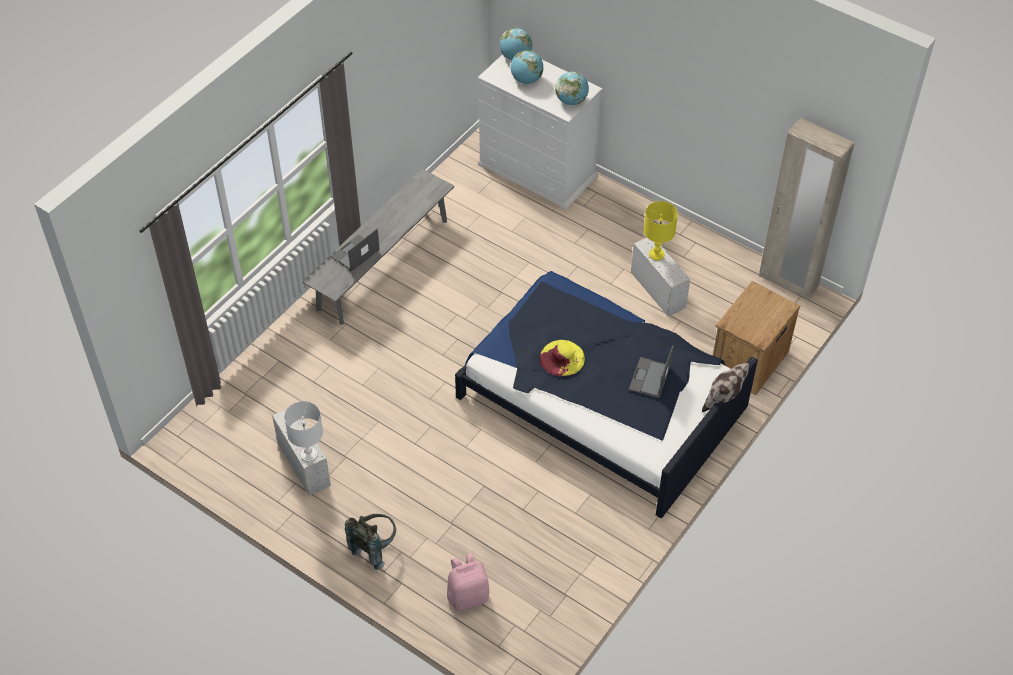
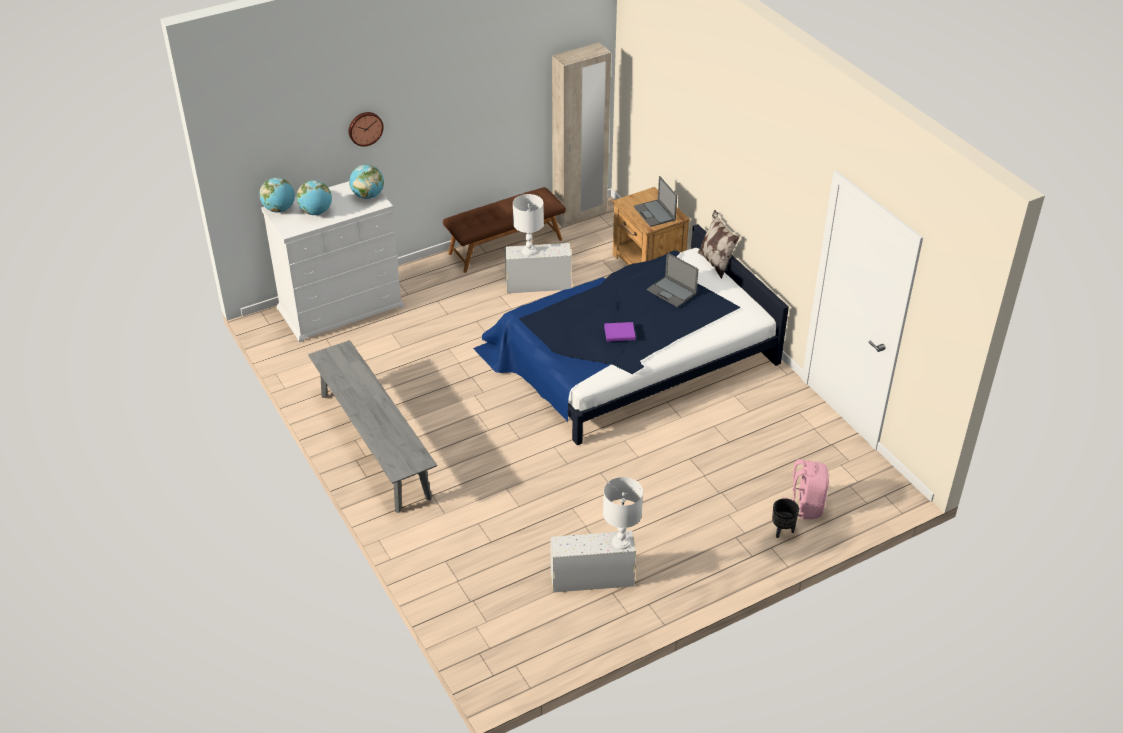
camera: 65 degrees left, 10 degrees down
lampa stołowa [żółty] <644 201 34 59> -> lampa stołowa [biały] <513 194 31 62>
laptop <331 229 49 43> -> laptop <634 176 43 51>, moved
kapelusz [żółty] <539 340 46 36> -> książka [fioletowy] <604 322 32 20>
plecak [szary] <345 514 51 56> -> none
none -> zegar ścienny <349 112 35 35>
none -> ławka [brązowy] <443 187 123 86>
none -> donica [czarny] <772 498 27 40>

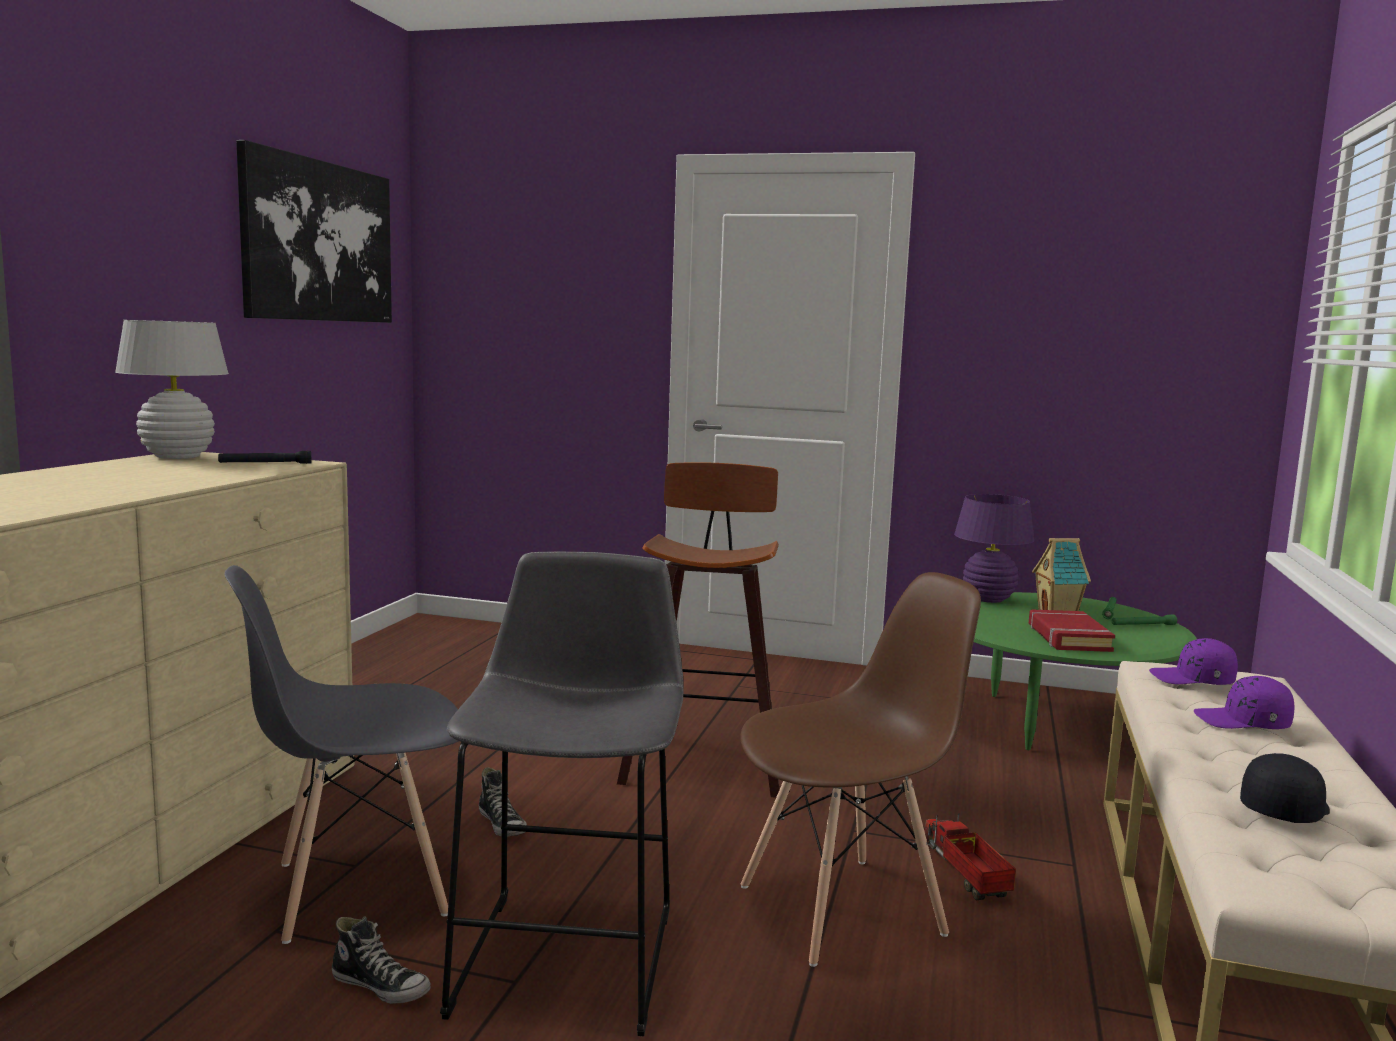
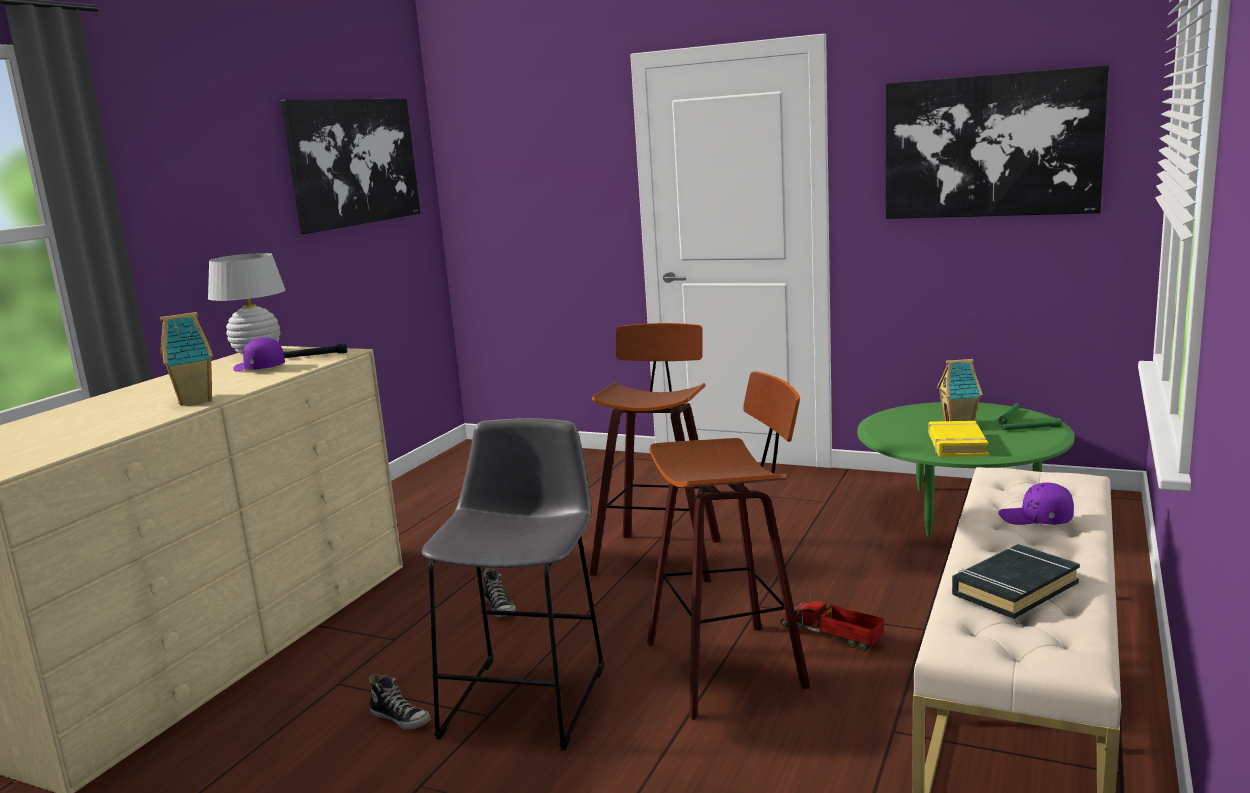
camera: 10 degrees right, 5 degrees up
lampa stołowa [fioletowy] <954 494 80 109> -> none
krzesło [szary] <224 565 234 379> -> none
krzesło [brązowy] <740 572 241 395> -> stołek <647 371 164 349>
książka [czerwony] <1029 610 86 42> -> książka [żółty] <928 421 60 36>
czapka z daszkiem [fioletowy] <1149 638 89 47> -> czapka z daszkiem [fioletowy] <233 337 52 35>, moved
czapka z daszkiem [czarny] <1240 753 90 70> -> książka [czarny] <952 544 128 75>
ciężarówka zabawkowa <924 813 92 87> -> ciężarówka zabawkowa <780 595 104 56>, 45 degrees counterclockwise
none -> obraz <886 65 223 154>
none -> domek <160 312 53 94>

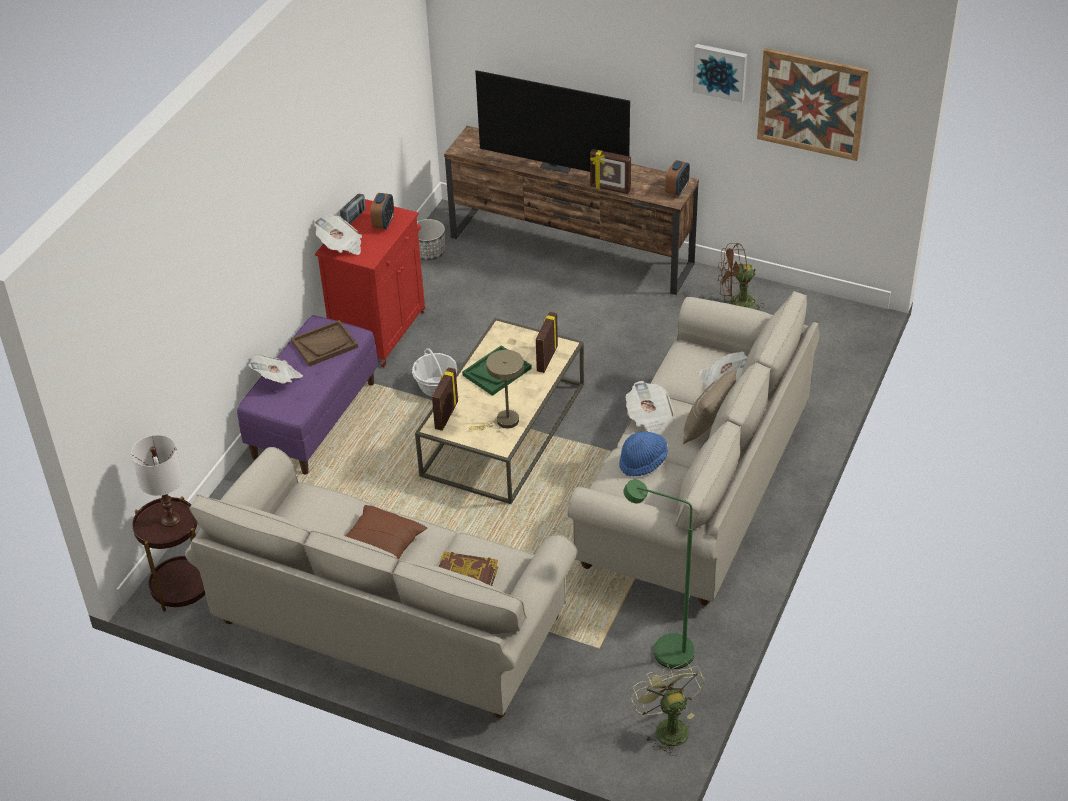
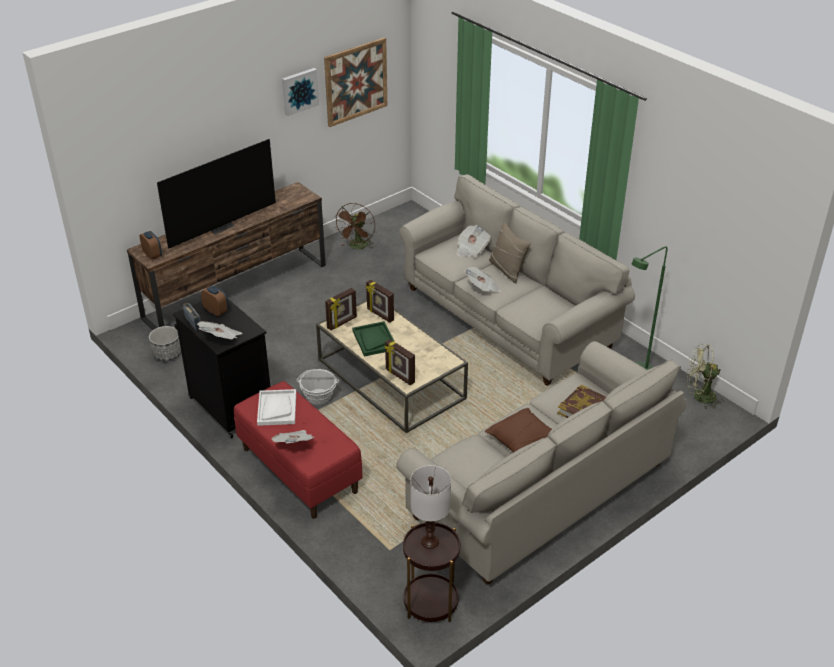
camera: 65 degrees left, 5 degrees down
ramka na zdjęcie <590 149 41 45> -> ramka na zdjęcie <325 288 32 43>, moved
budzik <665 160 25 36> -> budzik <140 231 22 29>, moved
szafka [czerwony] <315 199 111 168> -> szafka [czarny] <173 299 98 139>
ławka [fioletowy] <237 315 141 159> -> ławka [czerwony] <234 381 128 138>
taca [brązowy] <291 320 67 47> -> taca [biały] <257 389 39 37>
lampa stołowa [beżowy] <469 350 55 80> -> none
kapelusz [niebieski] <619 431 49 45> -> none

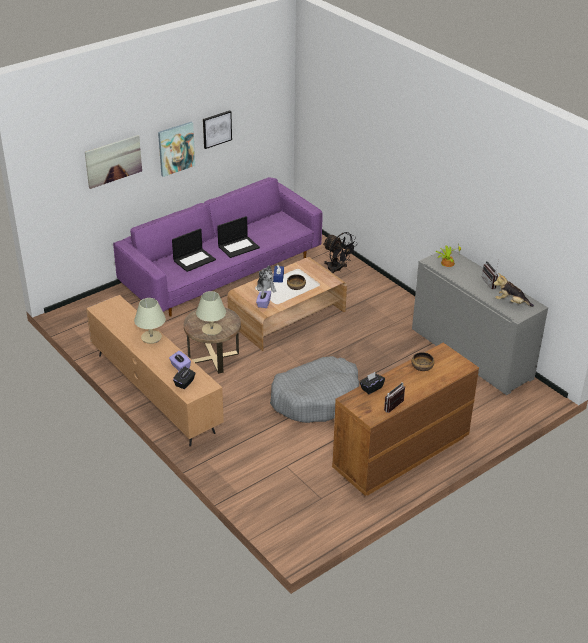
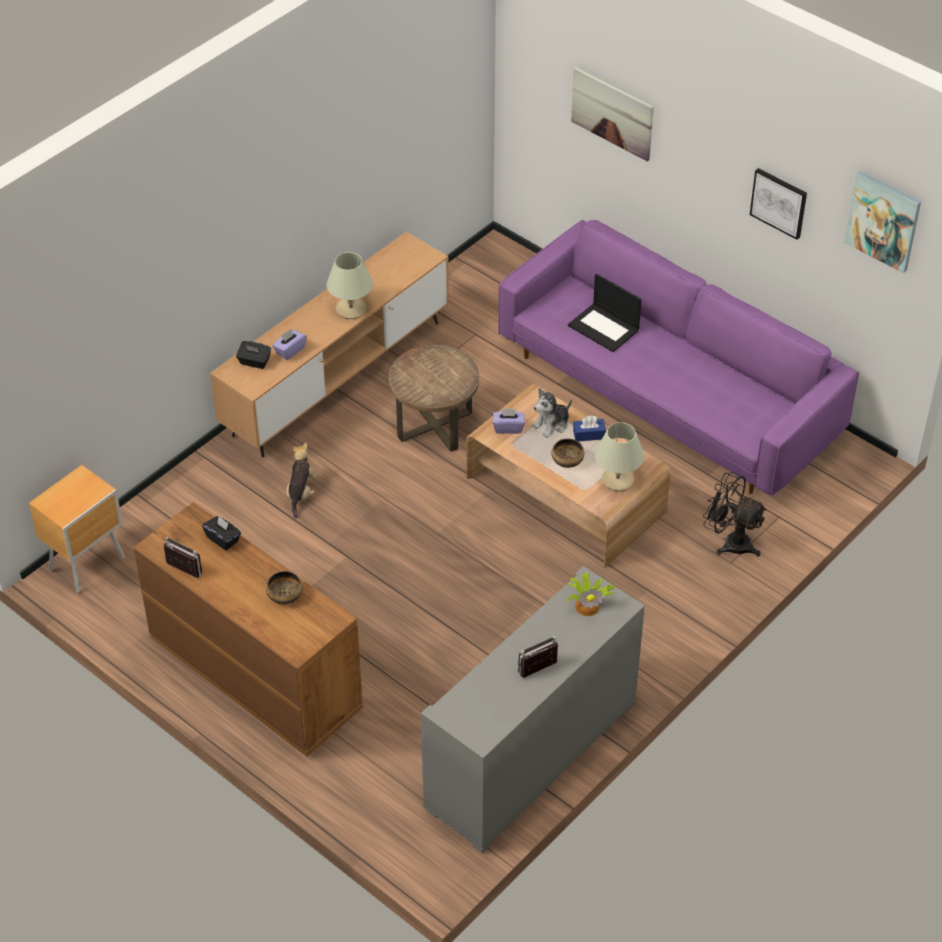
camera: 80 degrees right, 10 degrees up
obraz <158 122 37 55> -> obraz <844 171 77 102>, moved
laptop <217 216 43 42> -> none
wentylator [czarny] <323 232 35 41> -> wentylator [czarny] <703 472 64 85>, 90 degrees clockwise
pluszak <493 273 41 34> -> pluszak <286 442 30 77>, moved
lampa stołowa [beżowy] <196 291 30 45> -> lampa stołowa [beżowy] <595 422 49 69>, moved
legowisko [szary] <270 356 89 67> -> none
none -> szafka nocna [brązowy] <29 465 96 128>

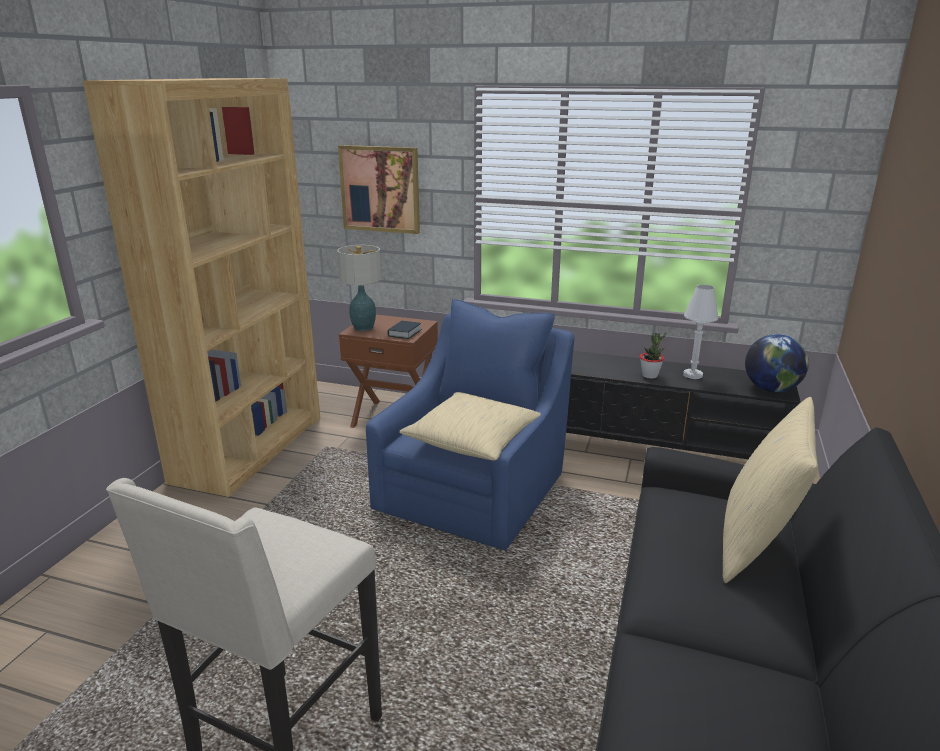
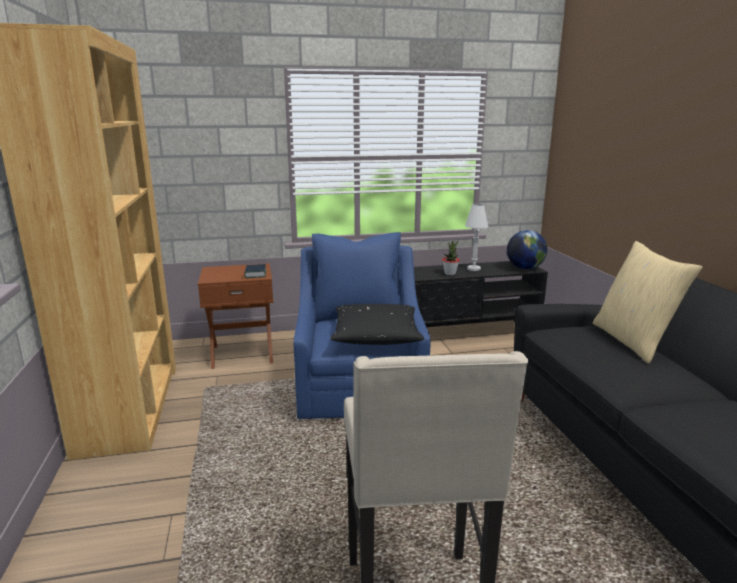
camera: 30 degrees left, 5 degrees down
obraz <338 145 82 89> -> none
lampa stołowa <337 245 45 86> -> none
poduszka [beżowy] <399 392 142 69> -> poduszka [czarny] <330 304 94 41>

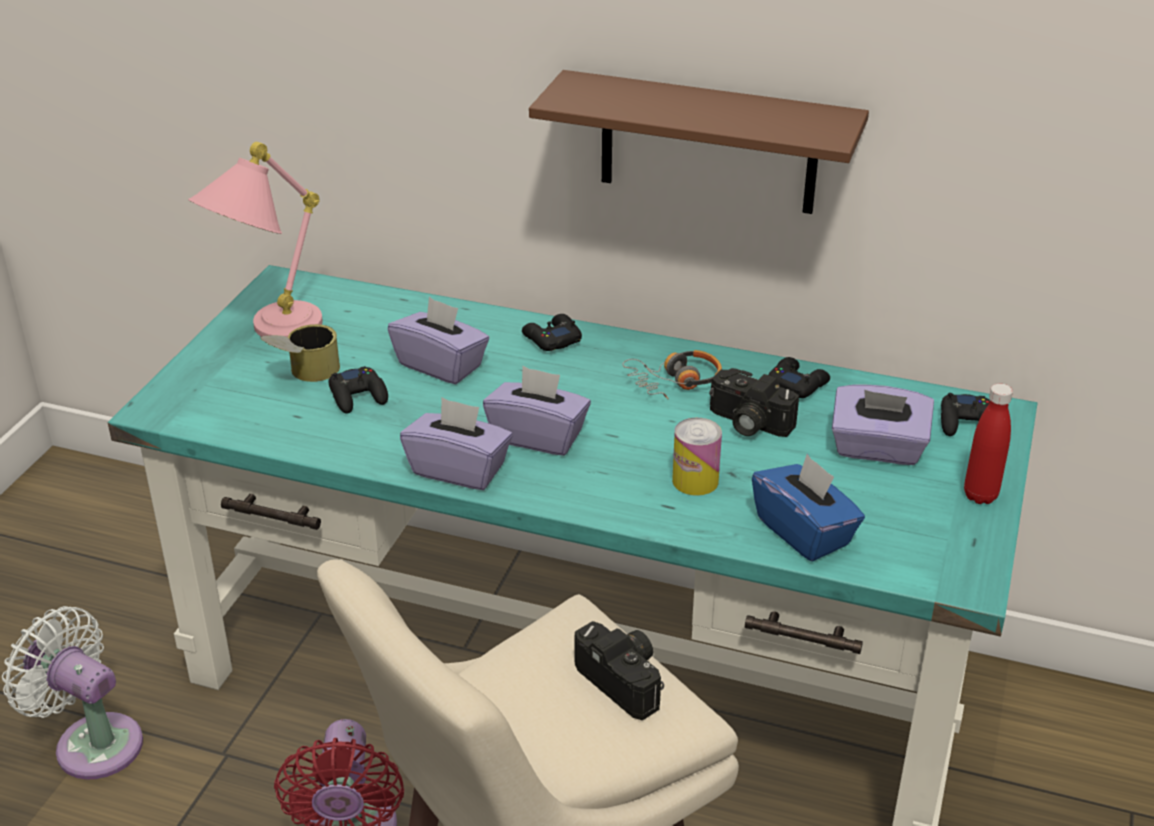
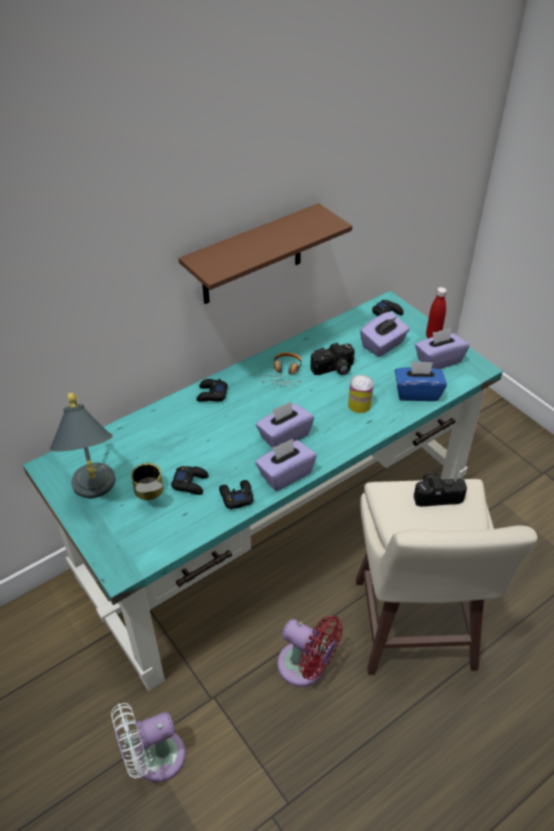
camera: 55 degrees left, 10 degrees up
lampa stołowa [różowy] <188 142 135 195> -> lampa stołowa [szary] <49 393 66 105>
pudełko chusteczek [fioletowy] <388 297 101 87> -> pudełko chusteczek [fioletowy] <415 328 54 41>, moved
pad do gier [czarny] <768 357 62 41> -> pad do gier [czarny] <219 480 34 30>, moved

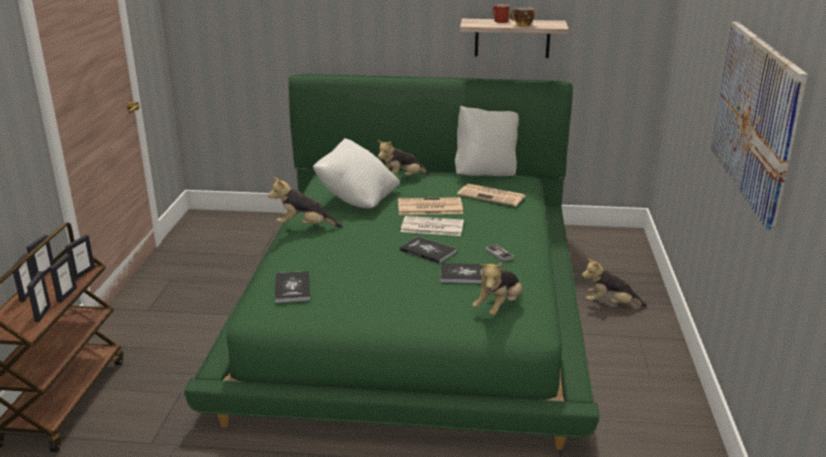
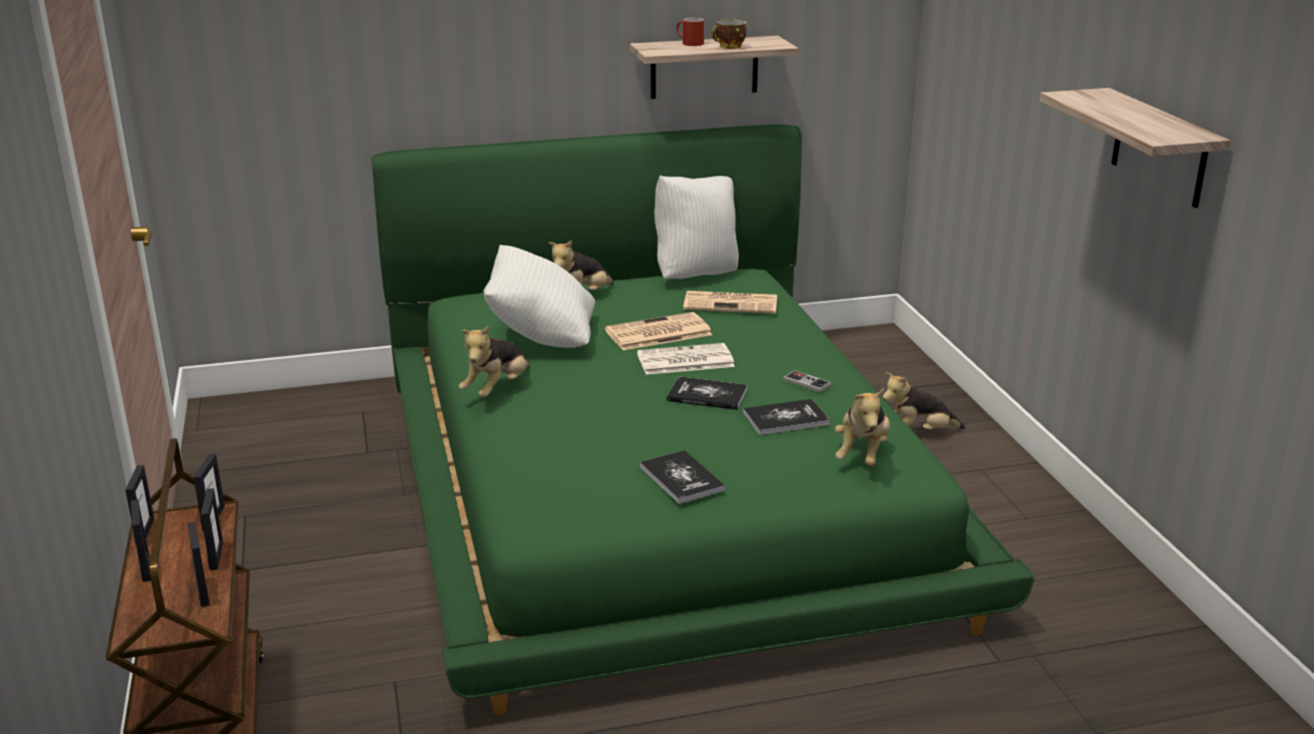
camera: 20 degrees left, 0 degrees up
obraz <710 22 98 208> -> półka <1040 88 190 120>
pluszak <268 177 75 51> -> pluszak <459 326 70 72>, 45 degrees counterclockwise
książka <275 271 35 32> -> książka <640 450 85 54>, moved

